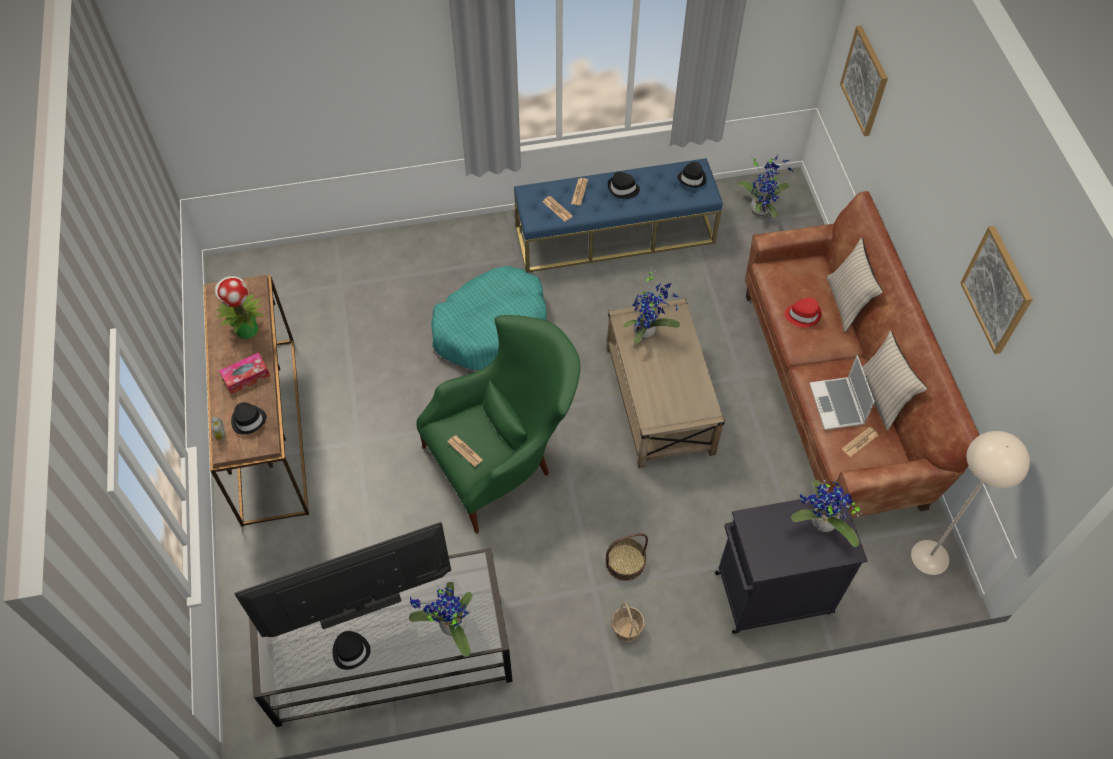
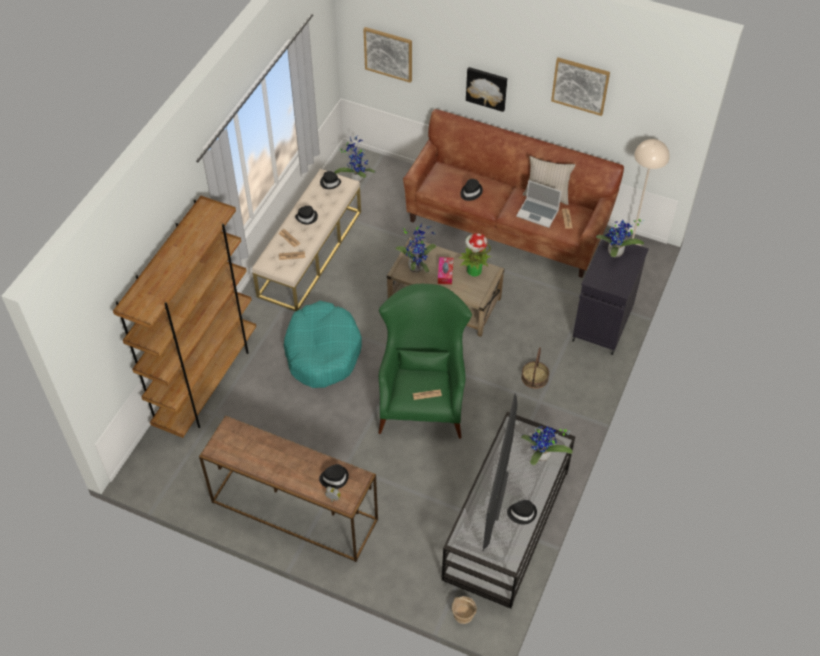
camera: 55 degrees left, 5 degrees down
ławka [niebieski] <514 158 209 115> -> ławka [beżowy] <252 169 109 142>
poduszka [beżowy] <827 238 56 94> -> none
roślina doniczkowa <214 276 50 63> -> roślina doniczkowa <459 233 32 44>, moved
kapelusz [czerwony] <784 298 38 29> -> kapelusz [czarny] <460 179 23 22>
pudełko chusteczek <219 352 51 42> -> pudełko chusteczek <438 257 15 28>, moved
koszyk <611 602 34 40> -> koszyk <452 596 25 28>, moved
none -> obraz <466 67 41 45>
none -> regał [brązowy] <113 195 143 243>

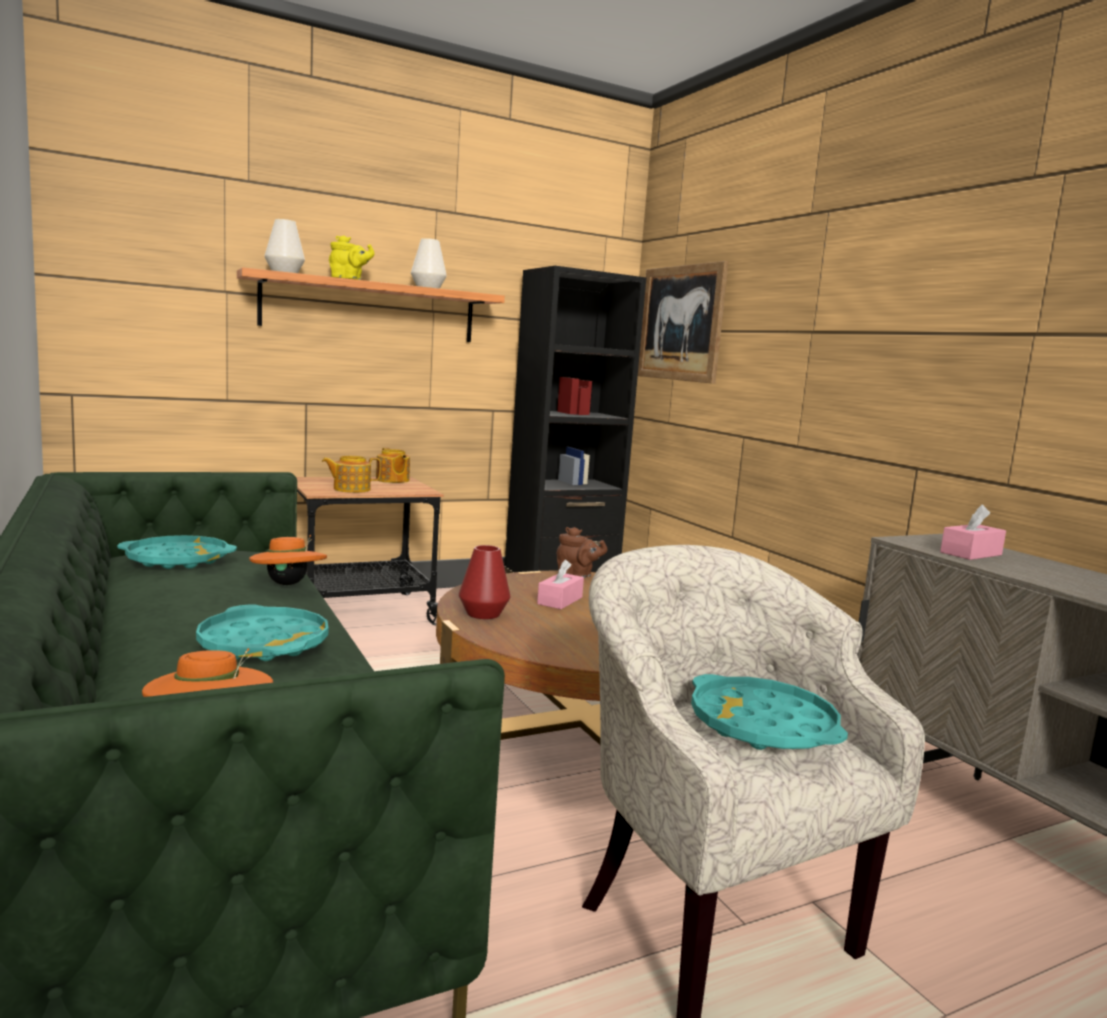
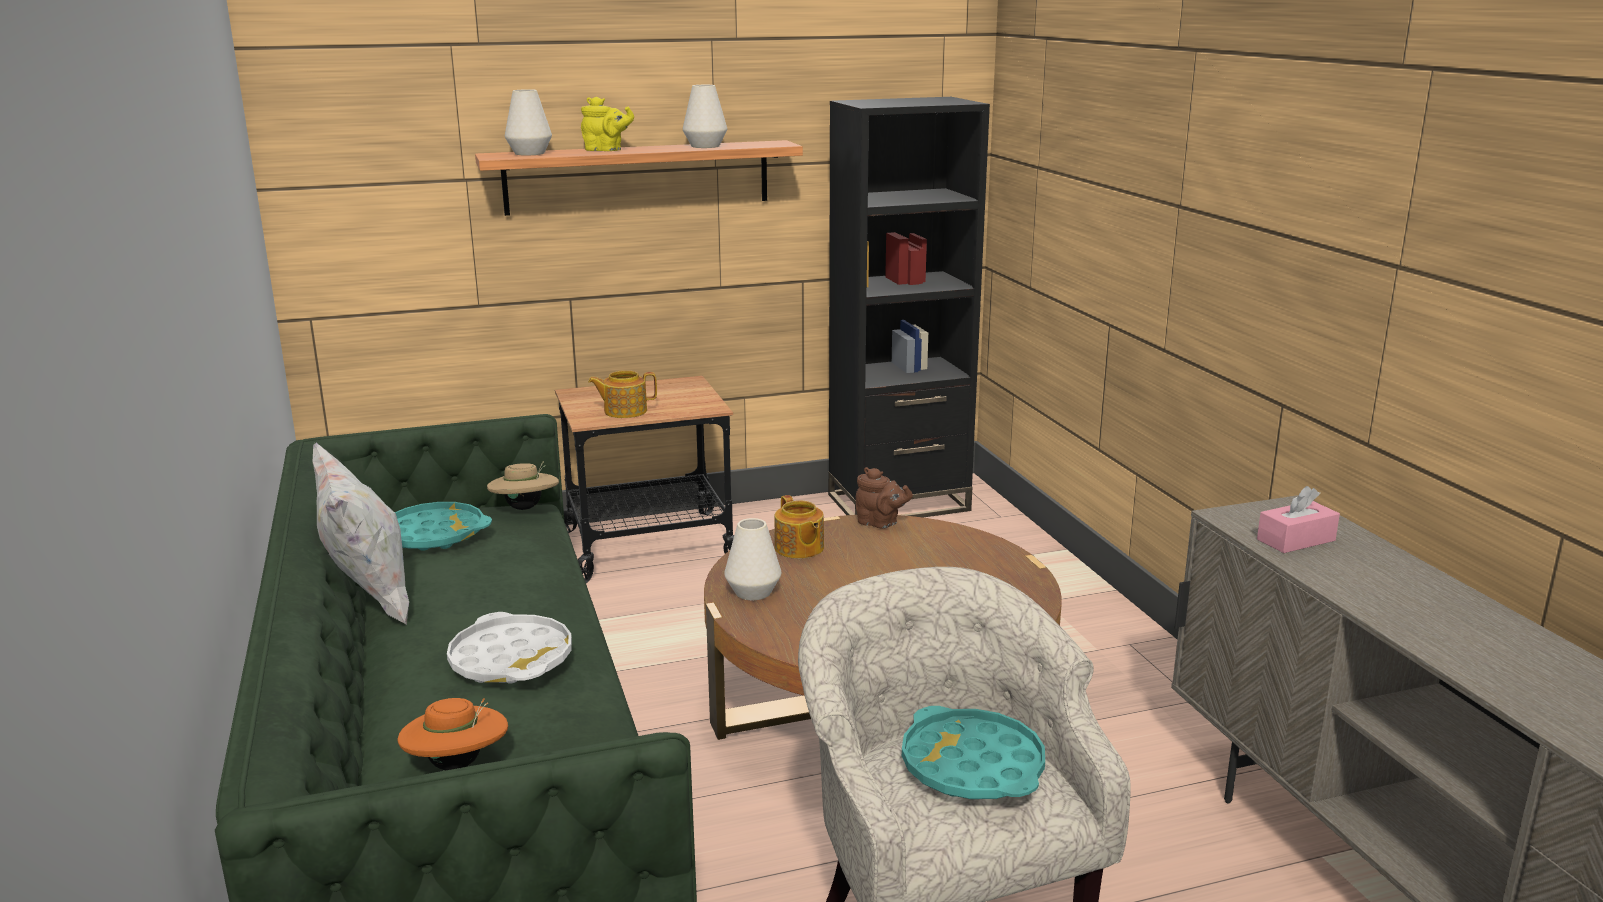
camera: 10 degrees right, 10 degrees up
obraz <638 261 91 123> -> none
imbryk <376 448 34 35> -> imbryk <774 495 50 64>, moved
kapelusz [pomarańczowy] <249 535 78 50> -> none
wazon [czerwony] <459 545 51 74> -> wazon [biały] <724 518 57 82>
pudełko chusteczek [różowy] <537 560 47 49> -> none
taca [turkusowy] <196 604 132 57> -> taca [biały] <447 612 125 72>
none -> poduszka [biały] <313 442 96 183>
none -> kapelusz [beżowy] <487 462 72 48>

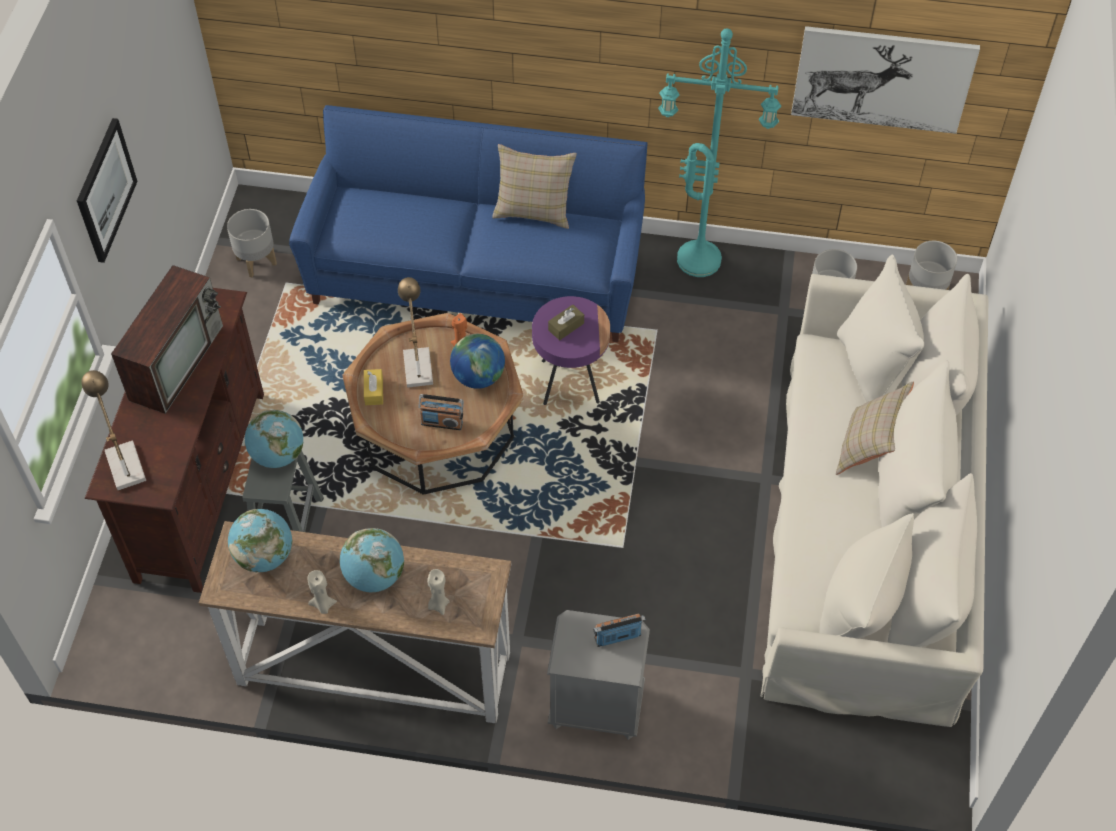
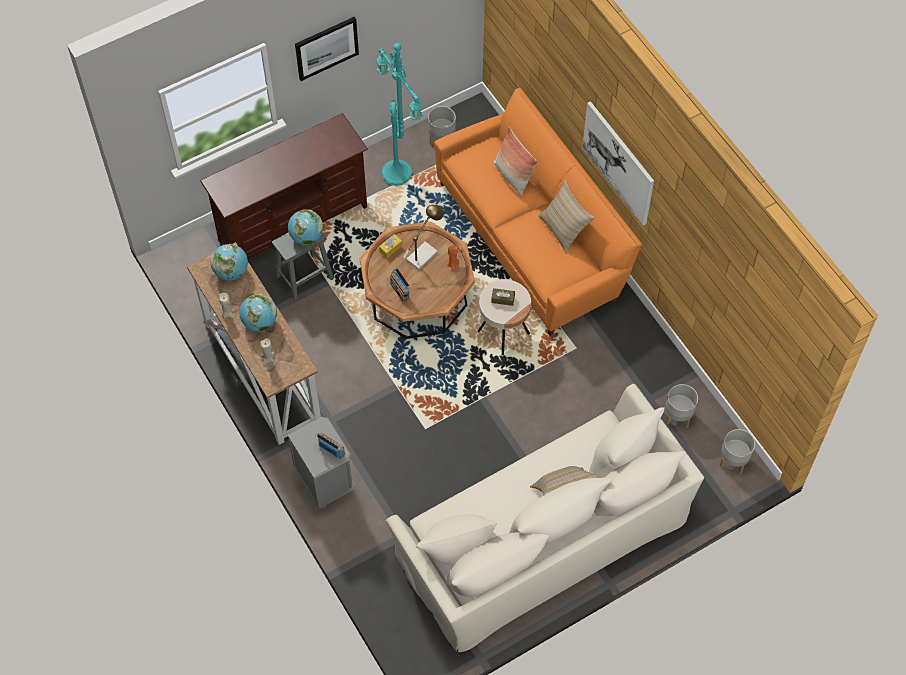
camera: 50 degrees right, 5 degrees up
obraz <791 26 189 108> -> obraz <582 101 72 124>, moved
lampa stojąca [turkusowy] <658 28 123 249> -> lampa stojąca [turkusowy] <376 43 47 143>, moved
kanapa [niebieski] <289 105 358 237> -> kanapa [pomarańczowy] <434 88 208 248>
telewizor <111 265 112 149> -> none
stolik [fioletowy] <532 296 78 109> -> stolik [beżowy] <478 280 53 75>
globus <450 334 55 55> -> none
lampa stołowa <81 370 65 120> -> none
none -> poduszka <493 127 44 69>

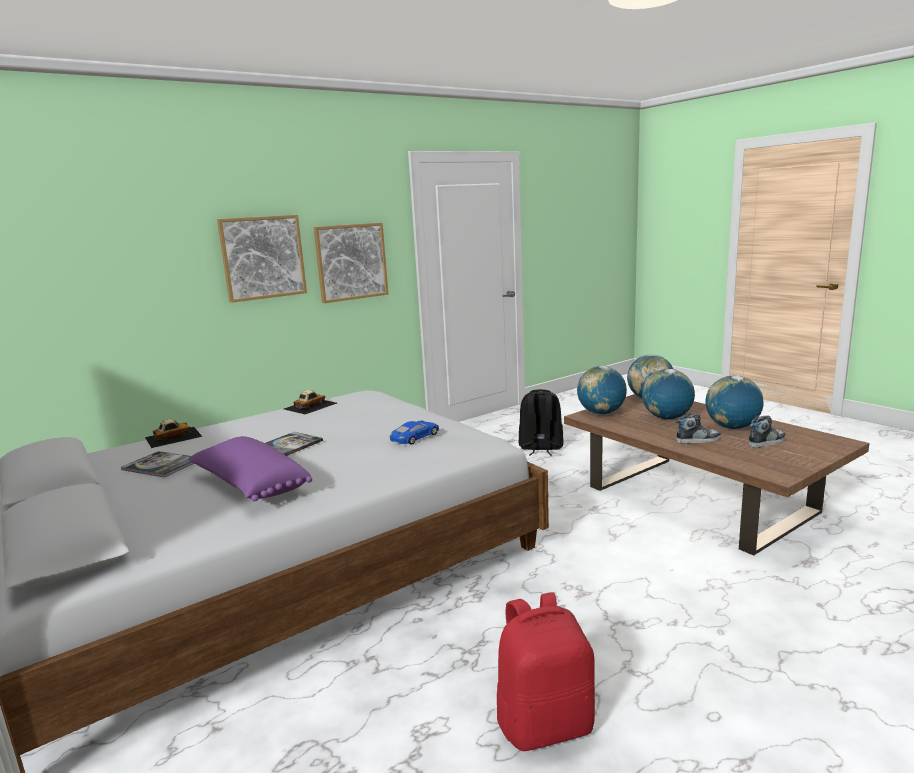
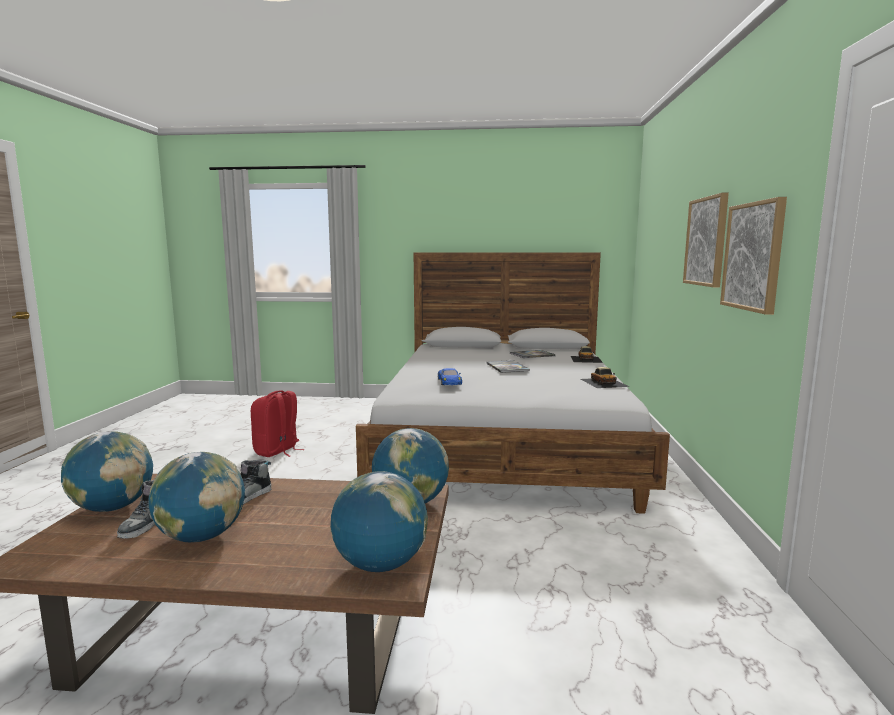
camera: 130 degrees right, 5 degrees down
globus <642 369 53 50> -> globus <61 431 92 81>, moved
plecak [czarny] <519 389 45 67> -> none
poduszka [fioletowy] <188 436 124 66> -> none

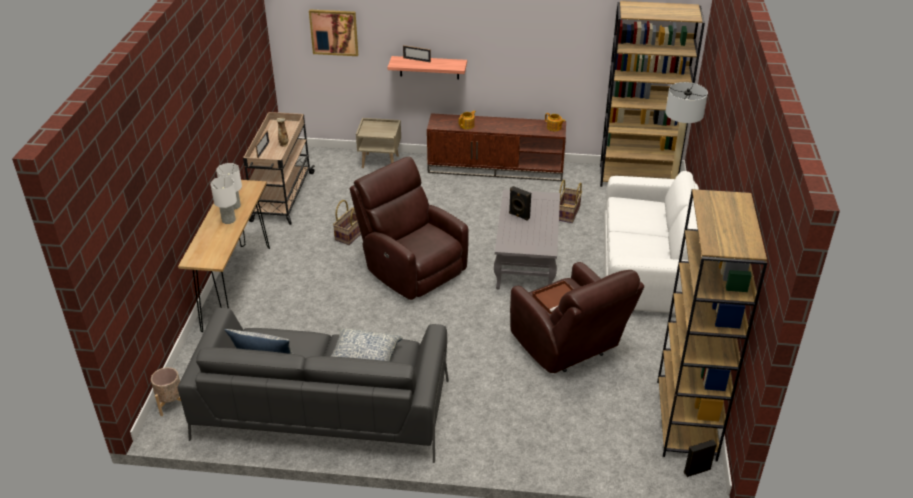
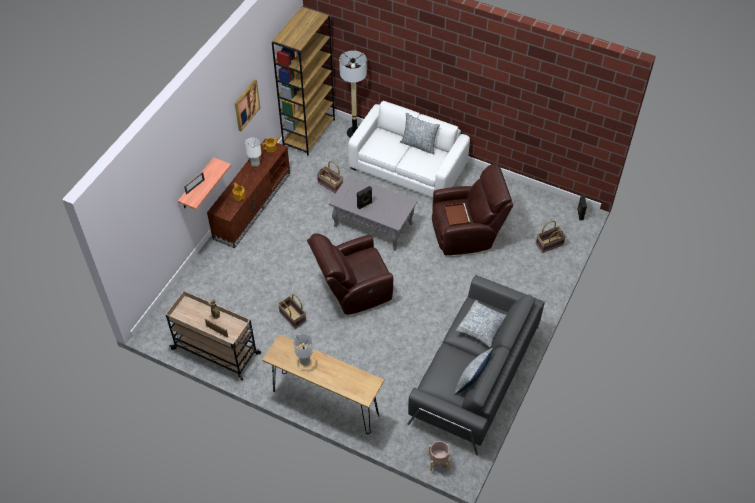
camera: 70 degrees left, 15 degrees up
obraz <309 9 49 47> -> obraz <235 79 25 52>, moved
szafka nocna [beżowy] <356 118 45 50> -> none
lampa stołowa [biały] <210 177 27 47> -> lampa stołowa [biały] <245 137 16 30>, moved
regał [brązowy] <657 189 110 273> -> none
none -> poduszka <400 112 40 43>
none -> koszyk <536 221 30 32>

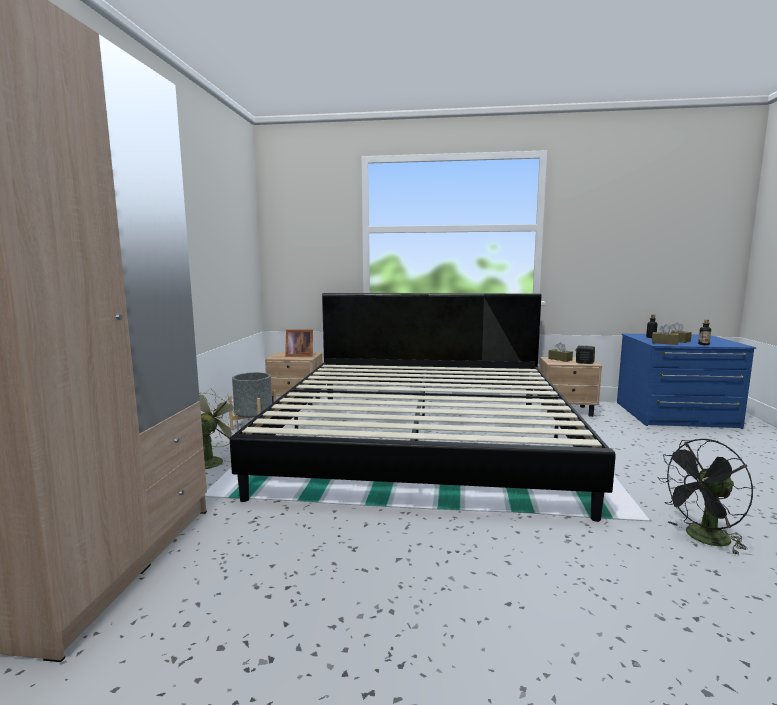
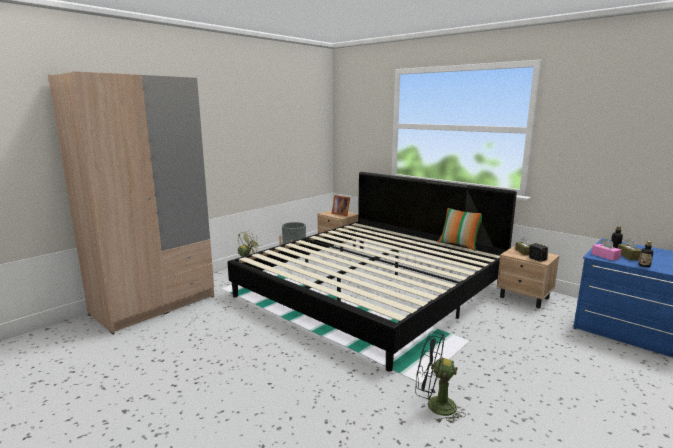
camera: 35 degrees right, 5 degrees up
pudełko chusteczek [brązowy] <652 324 27 21> -> pudełko chusteczek [różowy] <592 239 30 22>
none -> poduszka <438 208 44 43>

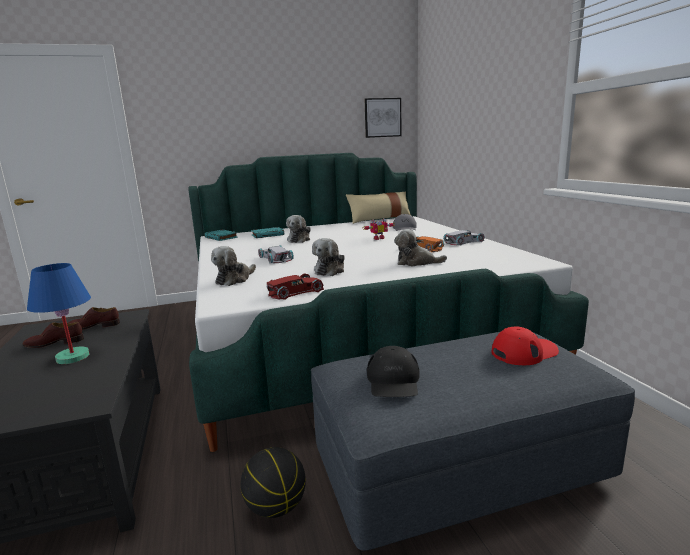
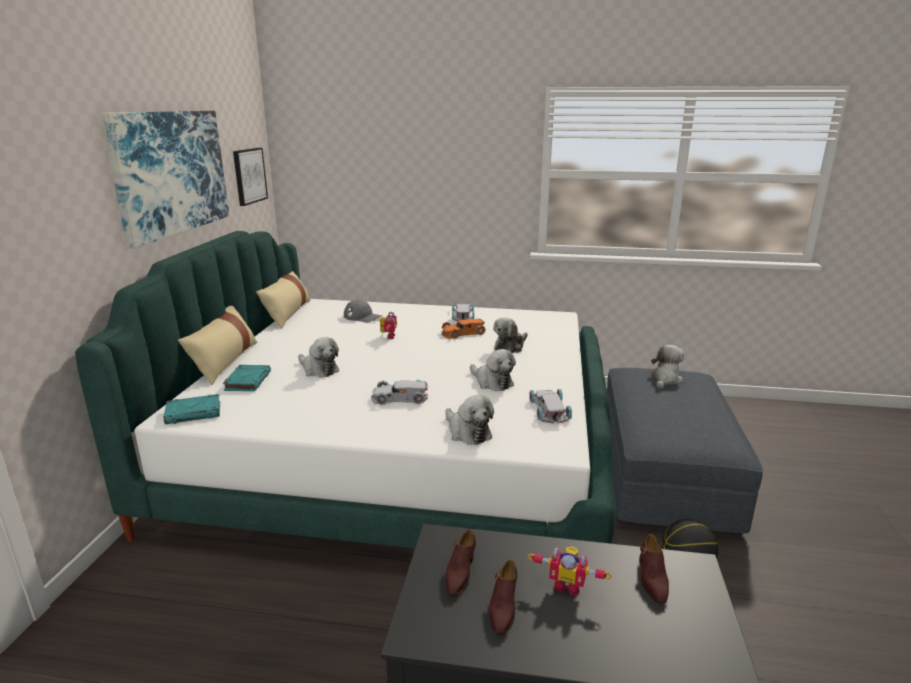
camera: 65 degrees left, 5 degrees up
lampa stołowa [niebieski] <27 263 64 101> -> robot zabawkowy <527 546 85 50>
samochodzik [czerwony] <267 274 57 26> -> samochodzik [biały] <530 389 42 35>
czapka z daszkiem [czerwony] <492 326 67 39> -> pluszak <651 345 33 44>
czapka z daszkiem [czarny] <367 346 53 51> -> none
none -> obraz <100 111 129 137>
none -> poduszka [beżowy] <178 306 80 79>
none -> but [brązowy] <639 534 30 70>

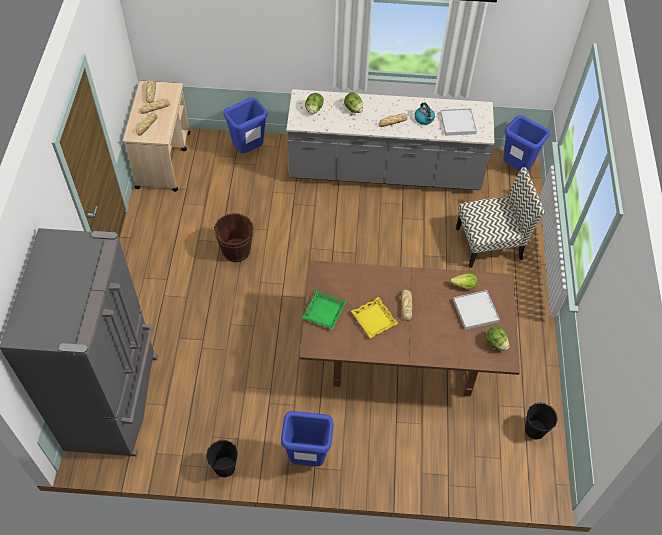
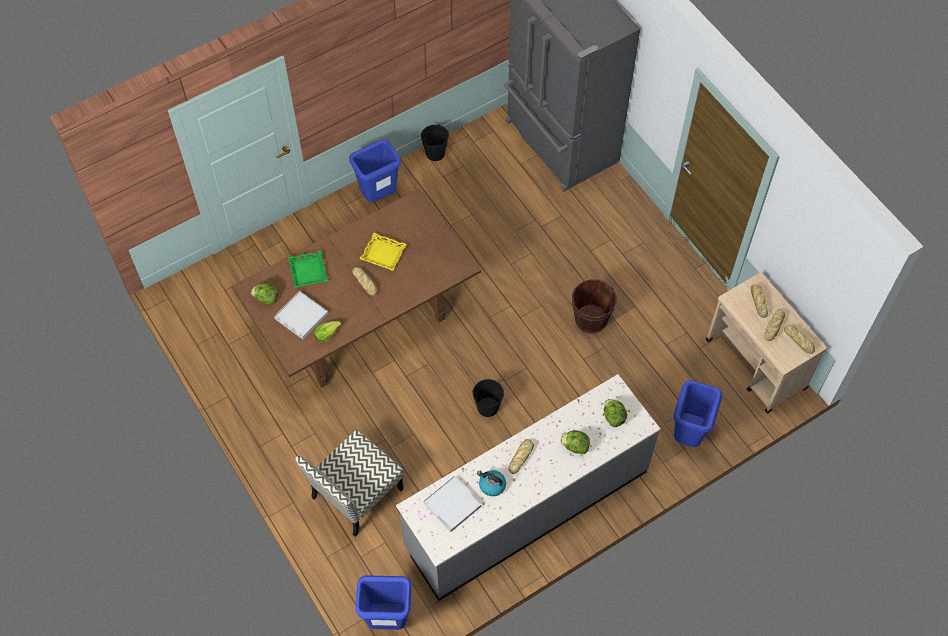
camera: 145 degrees right, 5 degrees up
taca [zielony] <302 290 44 40> -> taca [zielony] <288 250 40 38>, moved
wiadro [czarny] <525 403 33 36> -> wiadro [czarny] <472 379 32 38>, moved

